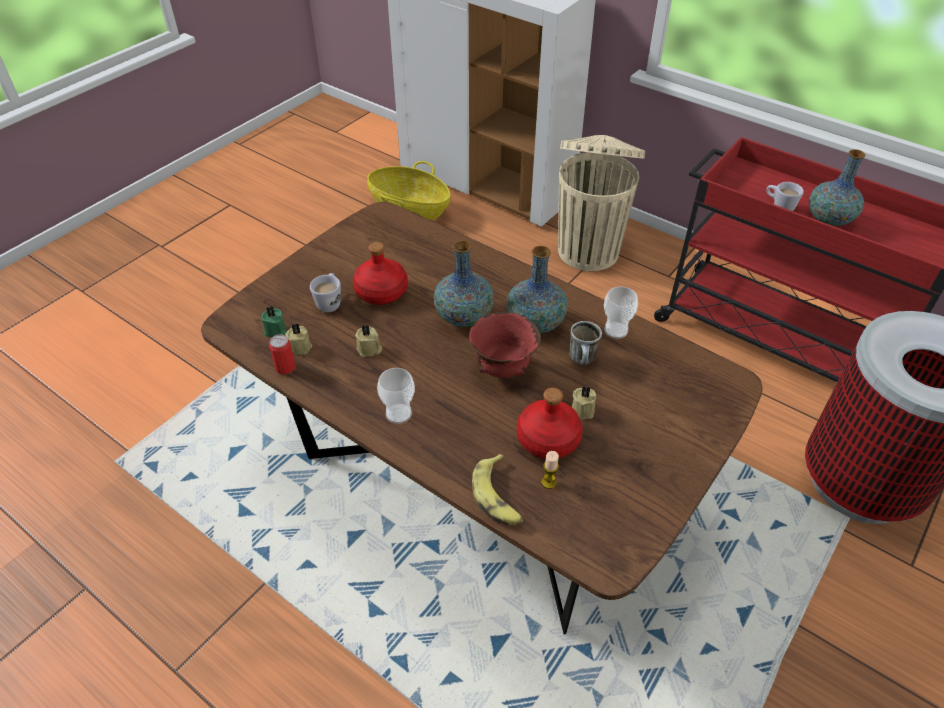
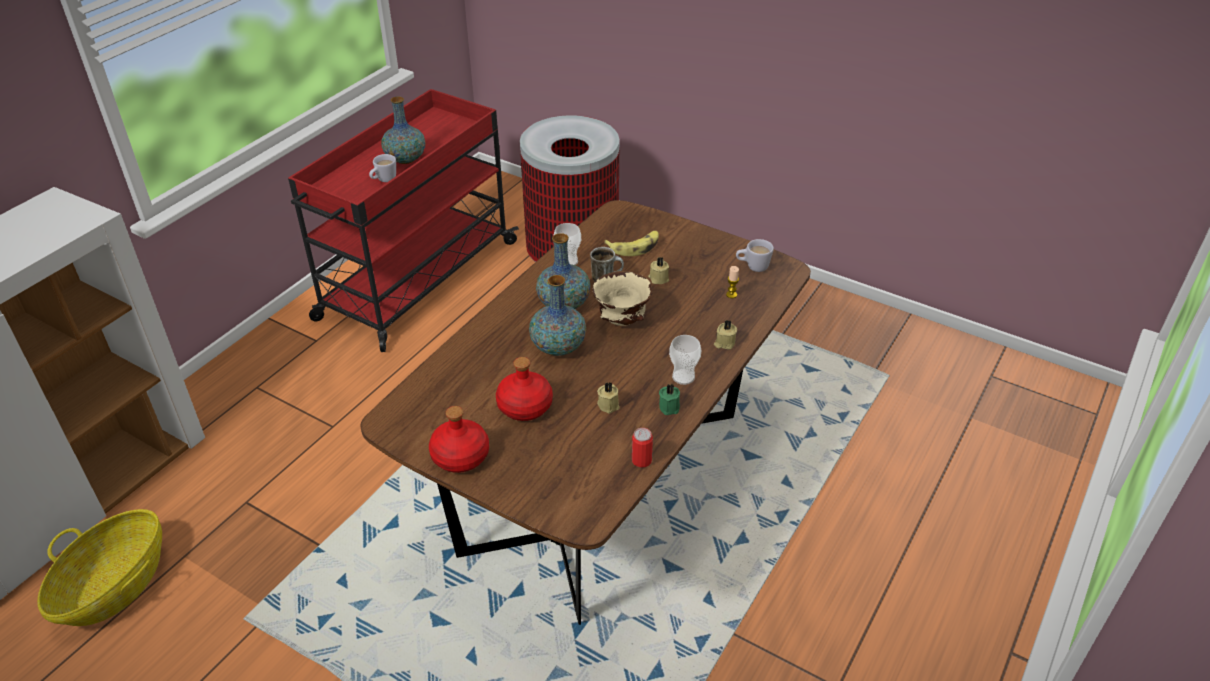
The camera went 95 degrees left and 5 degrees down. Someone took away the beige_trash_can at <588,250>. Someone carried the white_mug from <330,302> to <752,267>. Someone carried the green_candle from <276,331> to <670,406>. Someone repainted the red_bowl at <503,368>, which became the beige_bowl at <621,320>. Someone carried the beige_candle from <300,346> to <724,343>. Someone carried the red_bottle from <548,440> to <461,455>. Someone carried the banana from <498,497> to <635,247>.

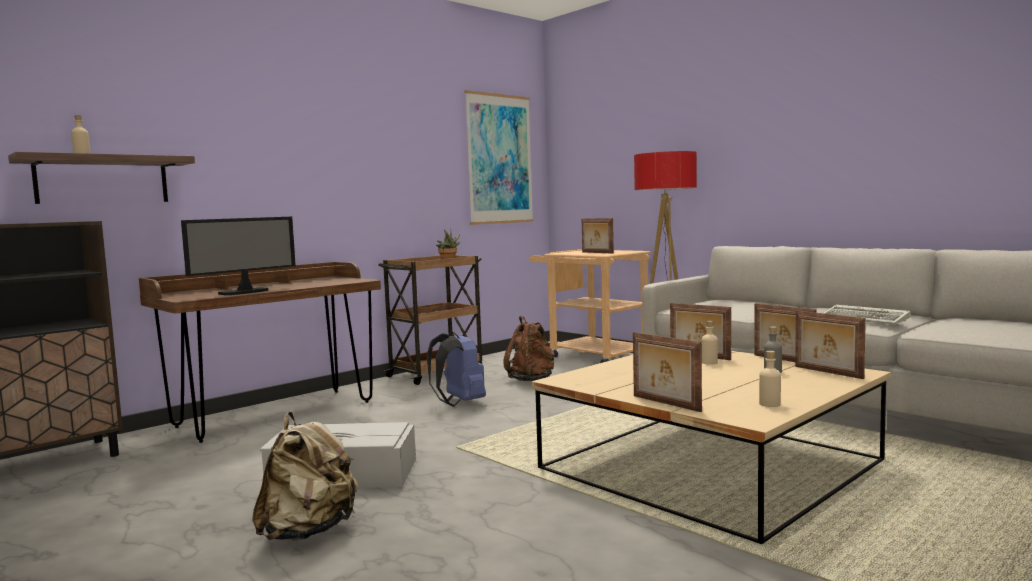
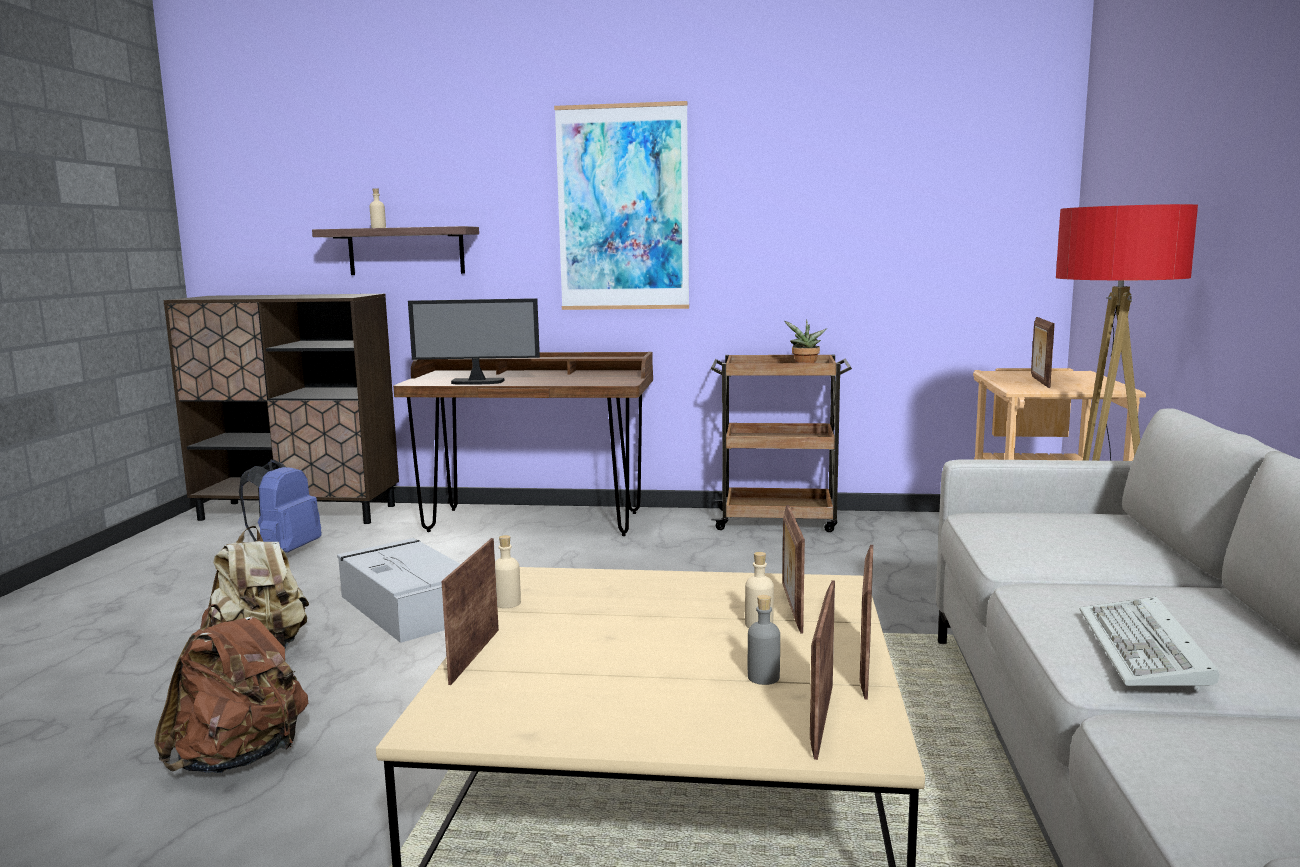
The camera went 50 degrees right and 5 degrees up. Someone carried the picture from <499,159> to <623,208>. Someone carried the brown_backpack from <532,380> to <239,759>. Someone carried the blue_backpack from <459,403> to <285,551>. Someone carried the beige_bottle from <769,404> to <507,603>.

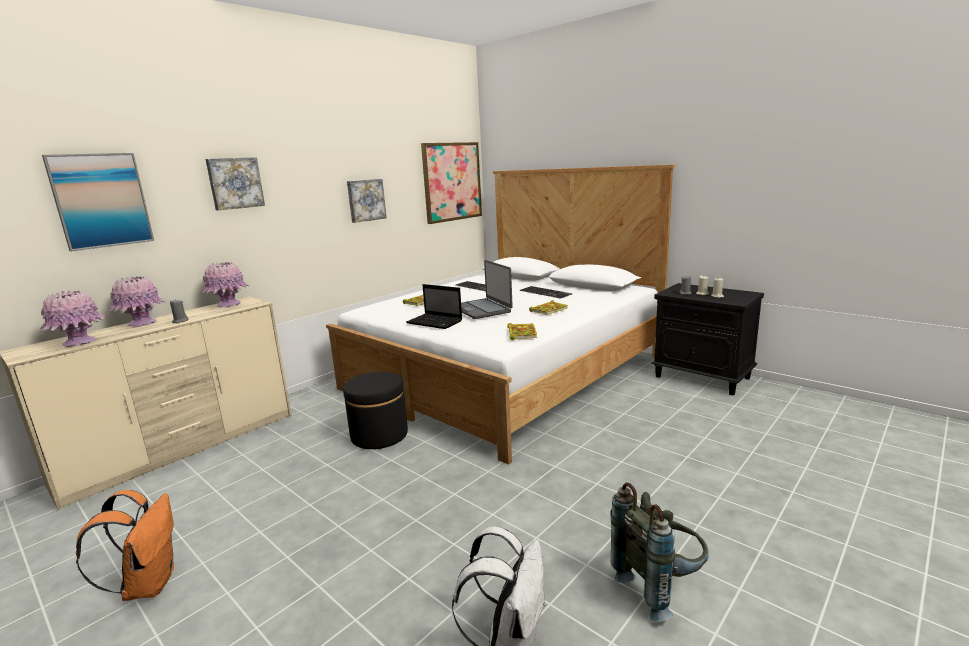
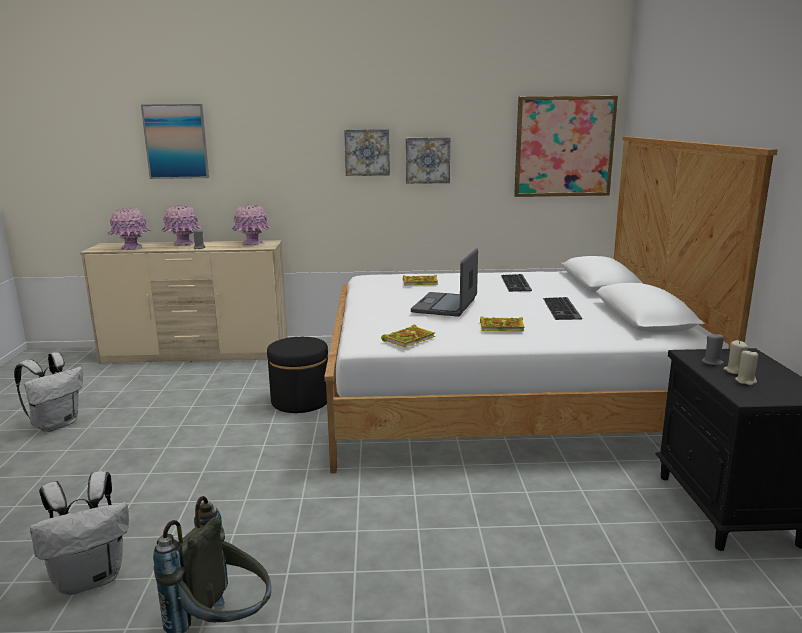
The camera went 45 degrees right and 0 degrees up. Someone carried the picture from <235,183> to <367,152>. Someone took away the laptop at <435,322>. Someone repainted the orange_backpack at <148,584>, which became the white_backpack at <56,424>.

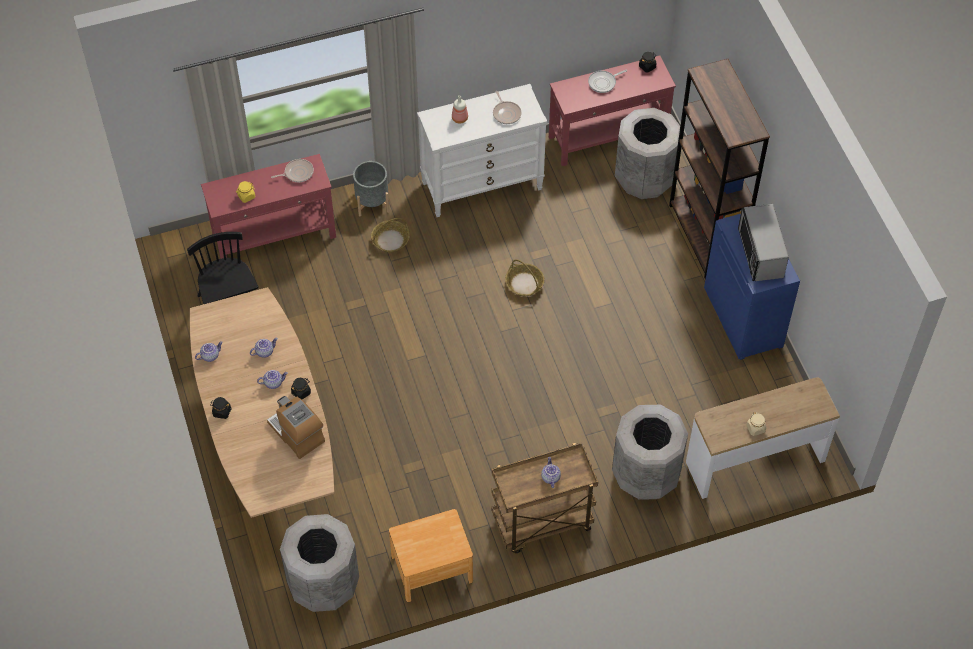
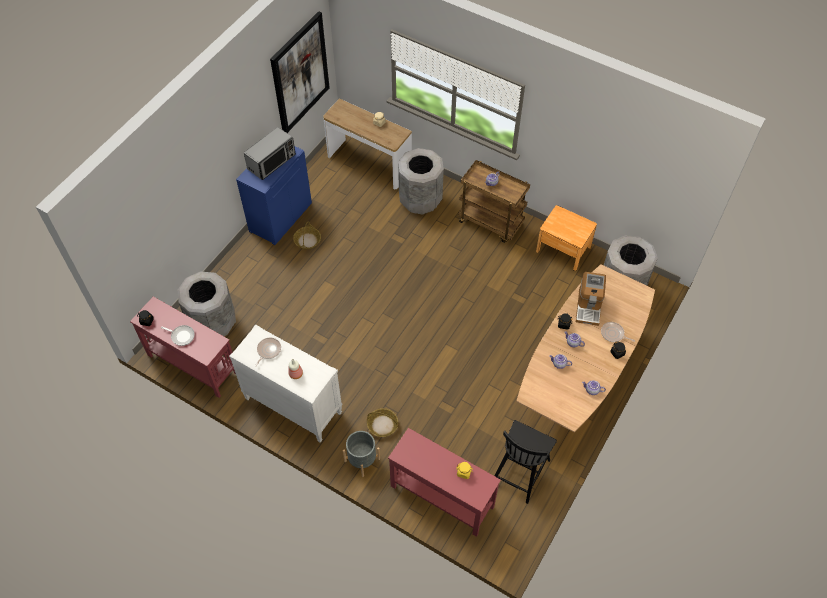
The camera went 130 degrees left and 0 degrees up. Someone took away the brown_bookcase at <705,237>. Someone carried the frying_pan from <297,173> to <613,334>. Someone carried the basket from <524,284> to <307,241>. Someone put up the picture at <300,73>.

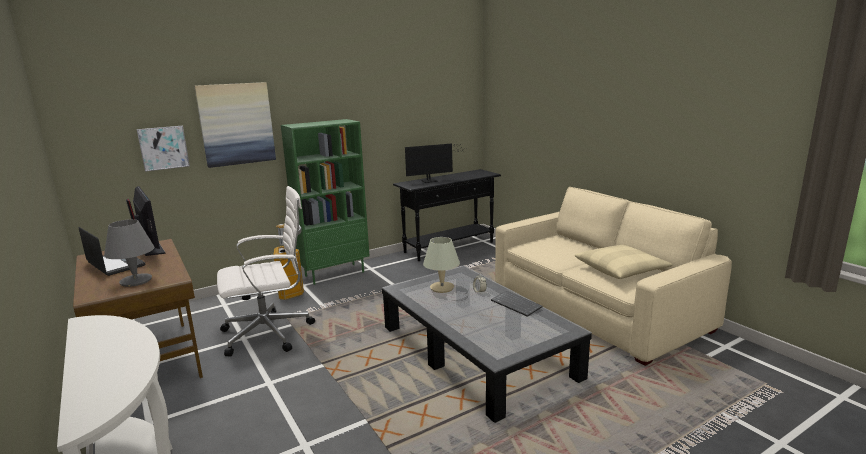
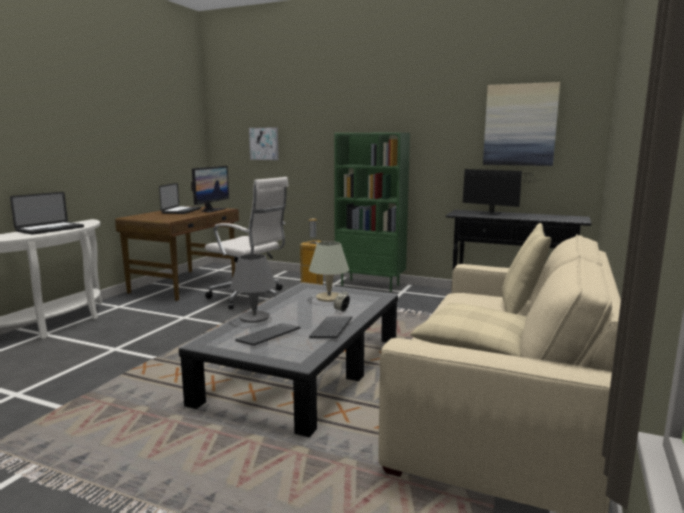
The camera went 55 degrees right and 5 degrees down. Someone carried the picture from <236,124> to <520,125>. Someone carried the grey_table_lamp from <136,281> to <254,317>. Someone put down the laptop at <50,229>. Someone put down the beige_pillow at <520,306>. Someone put down the keyboard at <268,336>.

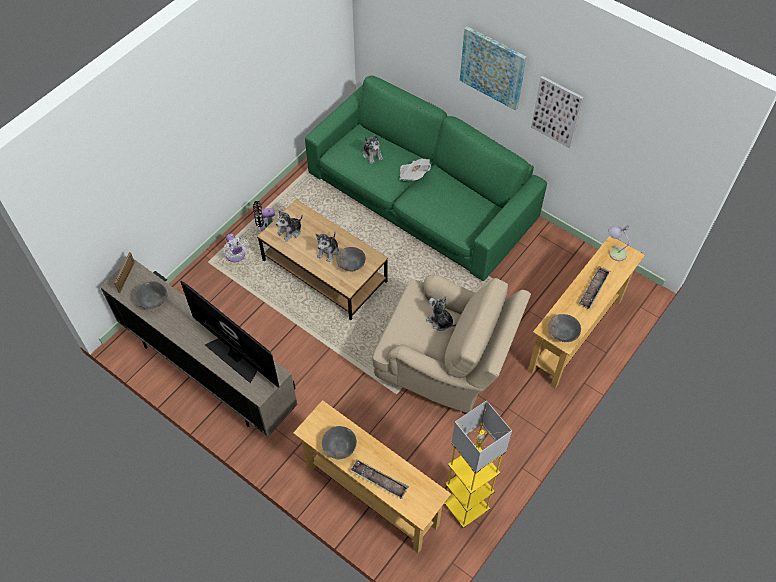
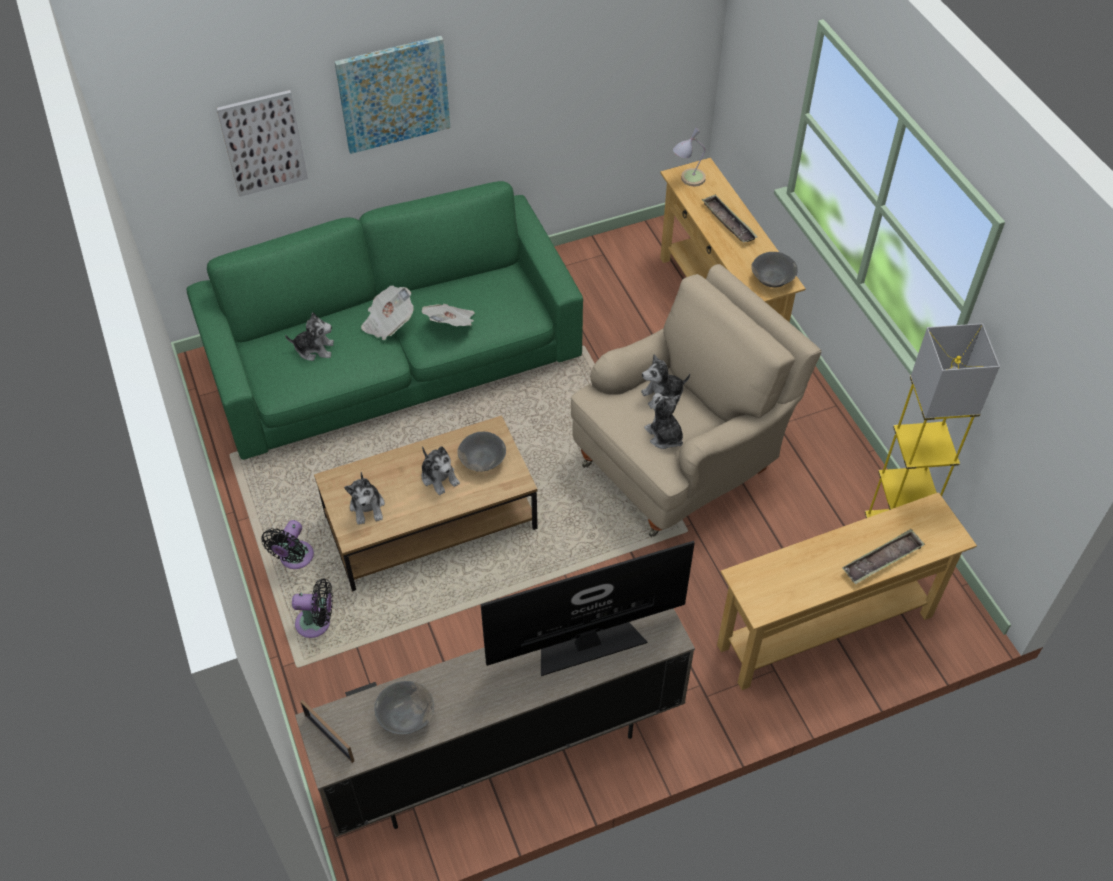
The camera went 60 degrees left and 5 degrees down. Someone carried the picture from <556,112> to <263,143>. Someone repainted the white_fan at <236,256>, which became the black_fan at <317,623>. Someone took away the grey_bowl at <339,446>. Someone put down the newspaper at <451,324>. Someone put down the plush_toy at <664,435>.

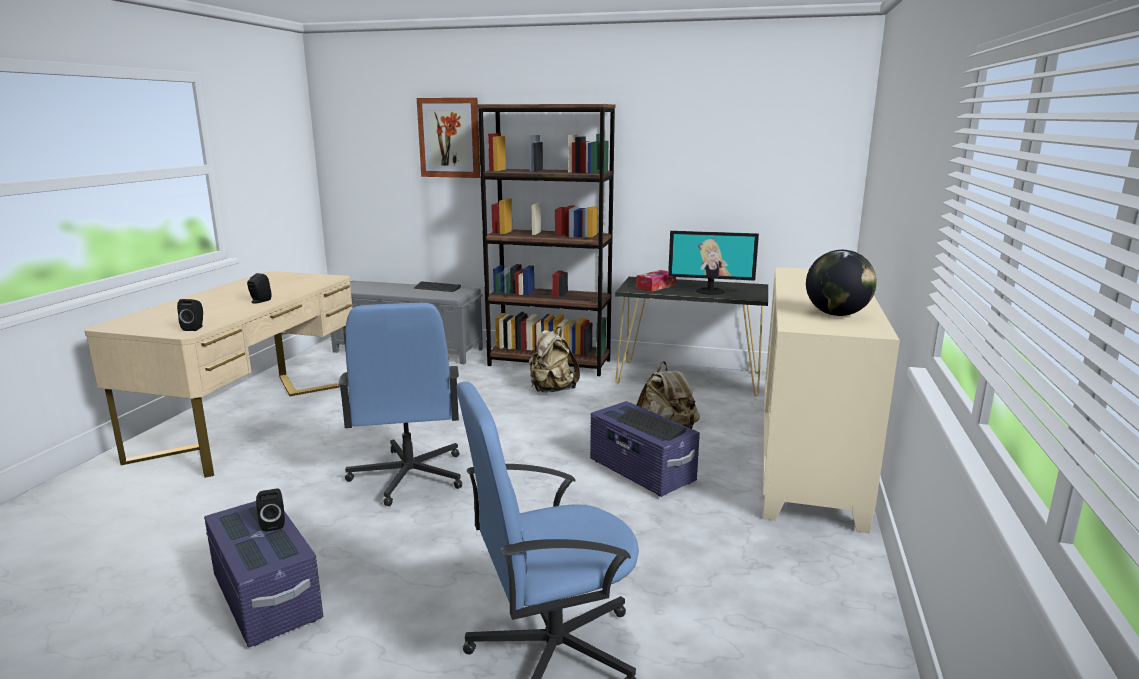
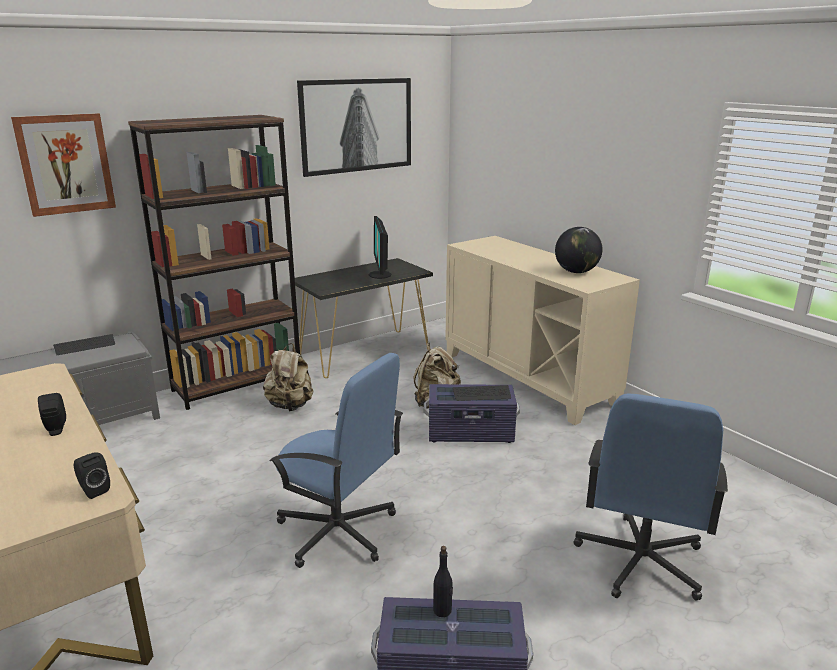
The camera went 50 degrees left and 5 degrees up. Someone rotated the monitor at <710,291> by 120 degrees clockwise. Someone took away the tissue_box at <656,286>. Someone swapped the black_speaker at <273,524> for the black_bottle at <442,610>. Someone put up the picture at <356,125>.

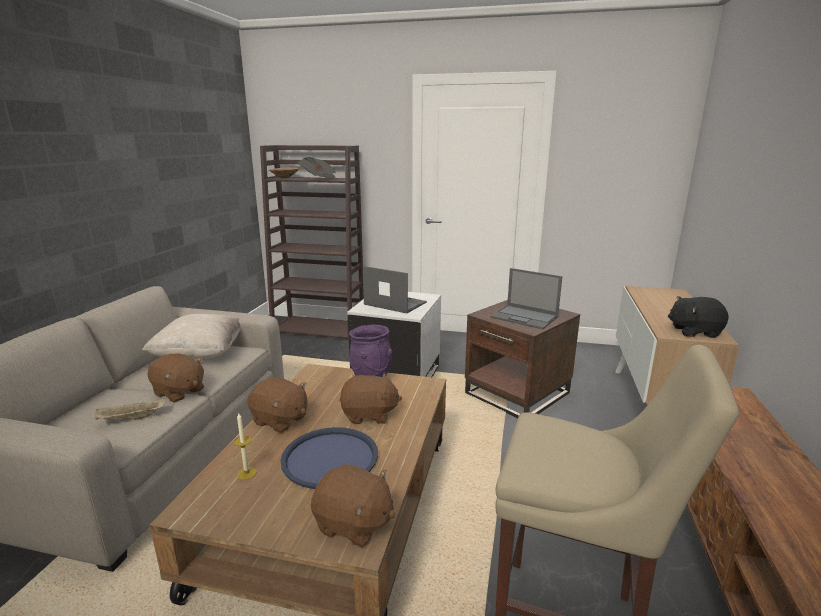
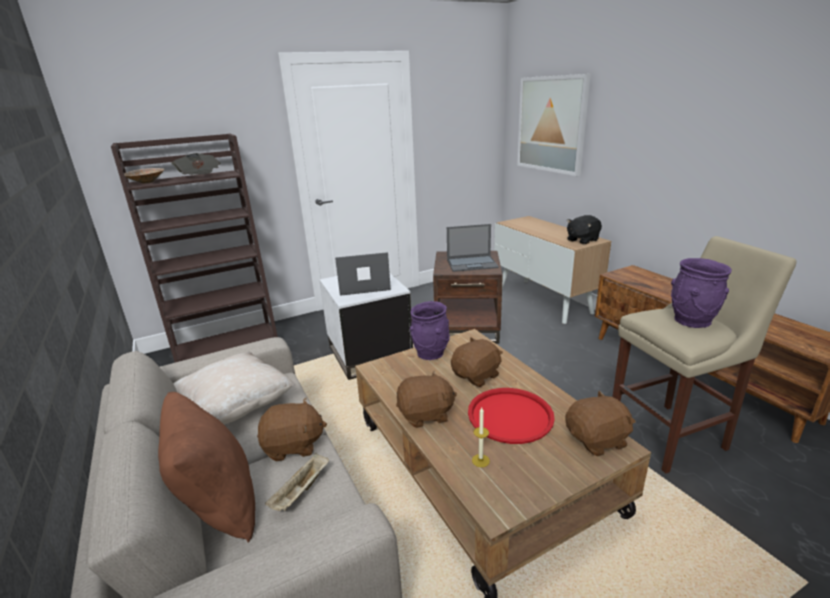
The camera went 40 degrees left and 5 degrees up. Someone repainted the blue_tray at <330,458>, which became the red_tray at <510,416>. Someone put up the picture at <551,124>. Someone put down the purple_vase at <691,321>. Someone put down the brown_pillow at <219,505>.

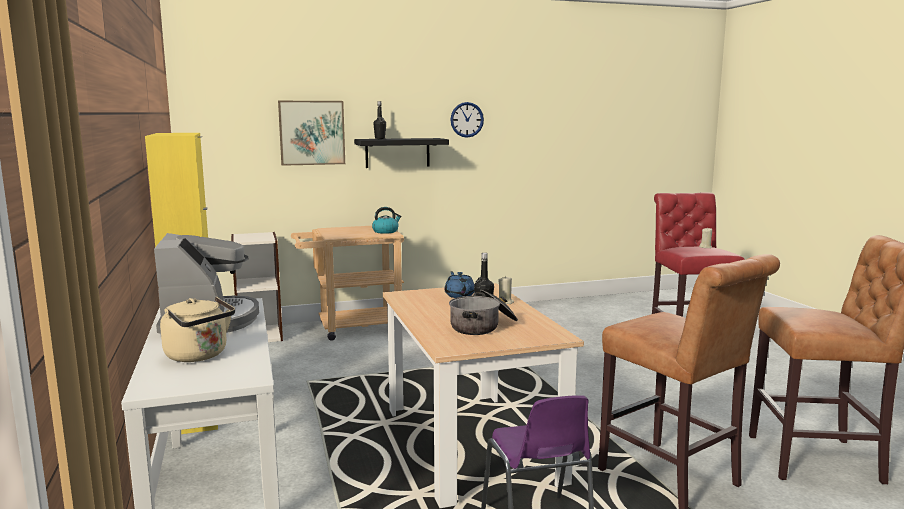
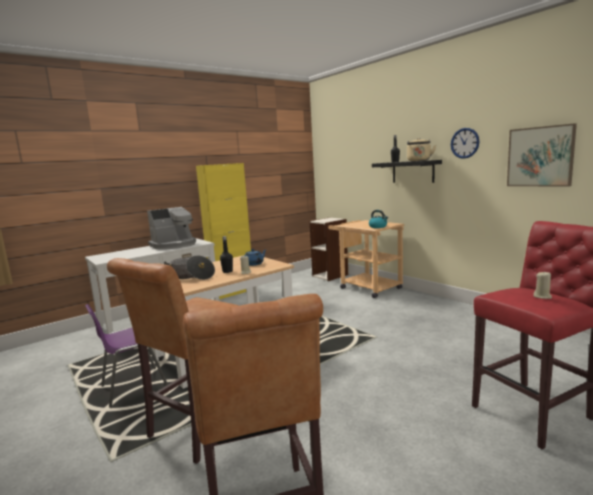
The camera went 70 degrees right and 0 degrees up. Someone carried the picture from <312,132> to <540,156>. Someone carried the beige_kettle from <199,356> to <419,160>.

